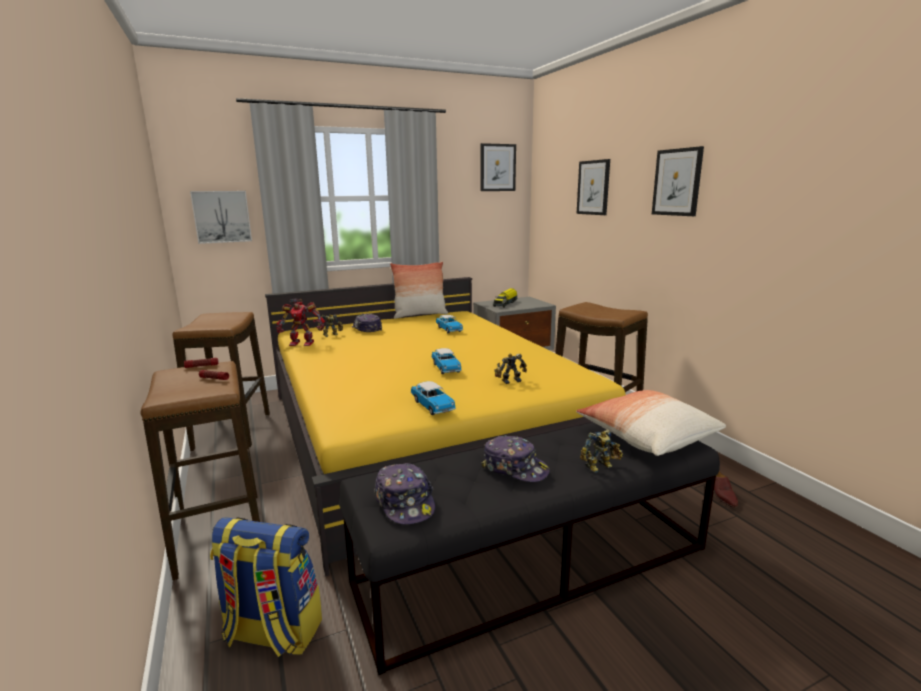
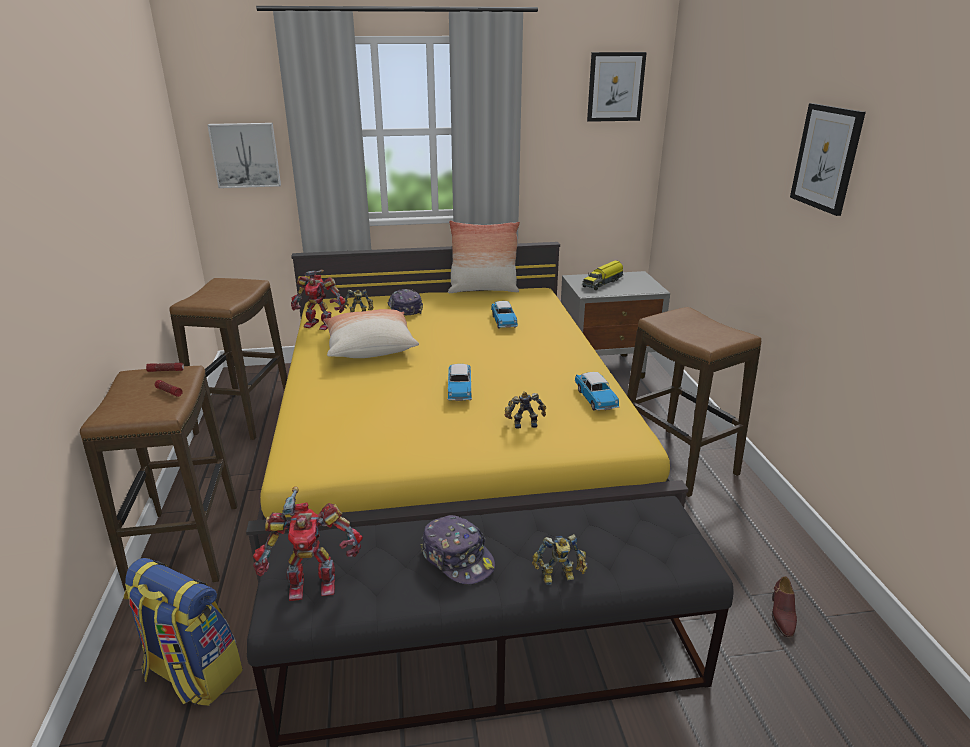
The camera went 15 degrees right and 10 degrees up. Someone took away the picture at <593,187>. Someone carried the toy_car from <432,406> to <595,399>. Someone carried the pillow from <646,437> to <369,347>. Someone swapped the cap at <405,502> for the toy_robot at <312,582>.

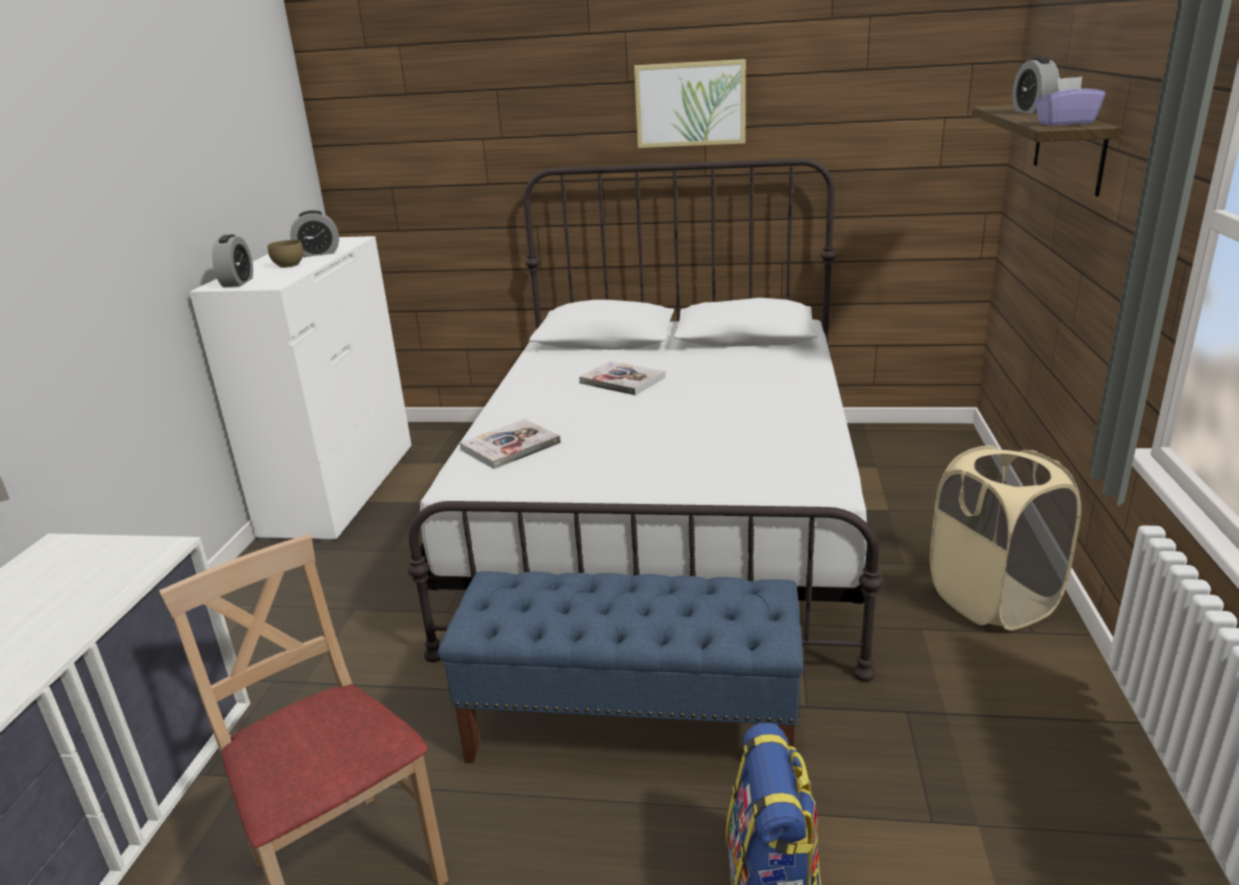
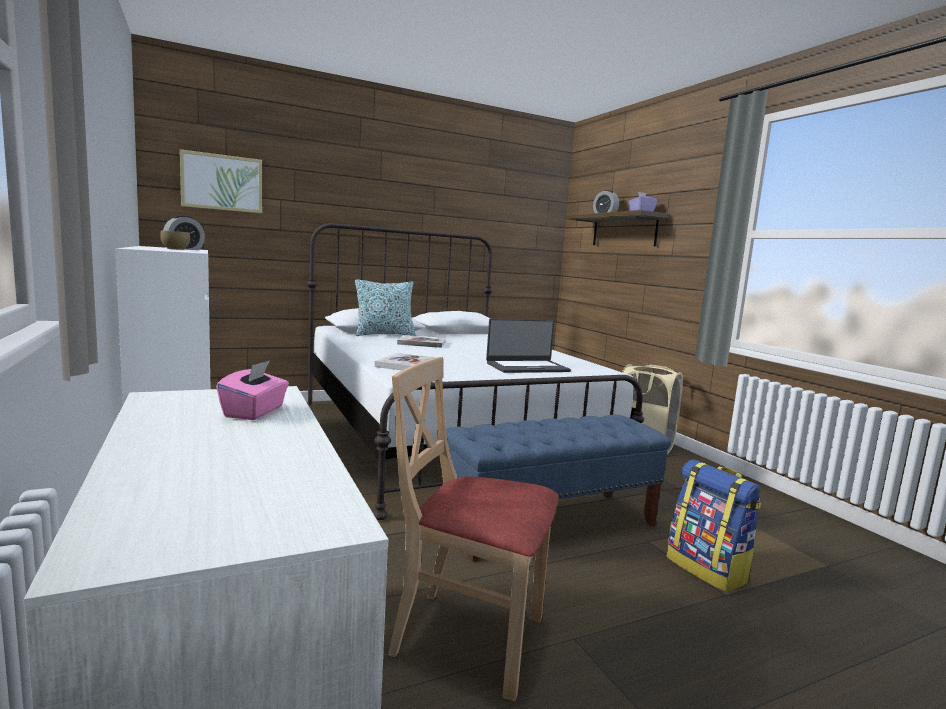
The camera went 35 degrees left and 15 degrees down. Someone carried the picture from <690,104> to <222,182>. Someone took away the alarm_clock at <238,282>. Someone put down the pillow at <384,335>. Someone put down the laptop at <527,367>. Someone put down the pink_tissue_box at <255,412>.

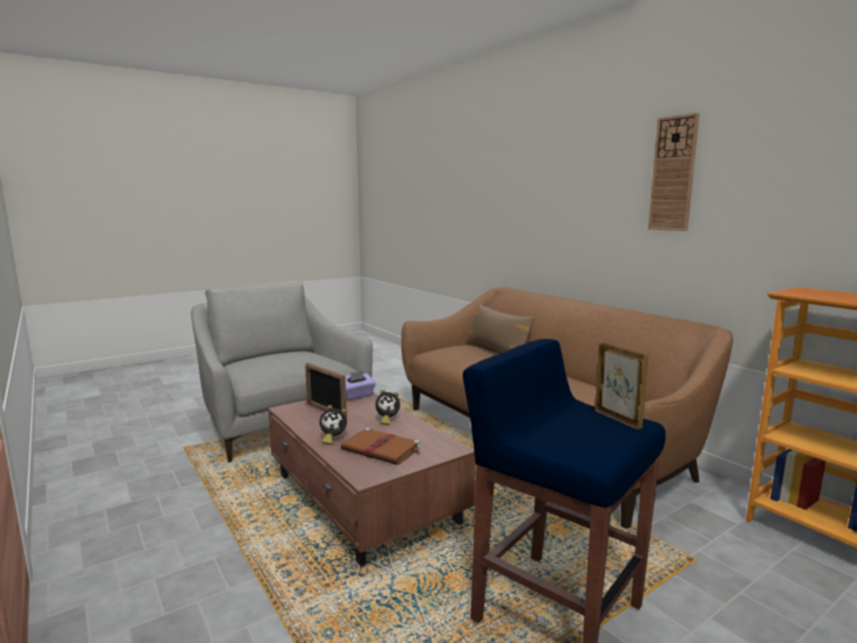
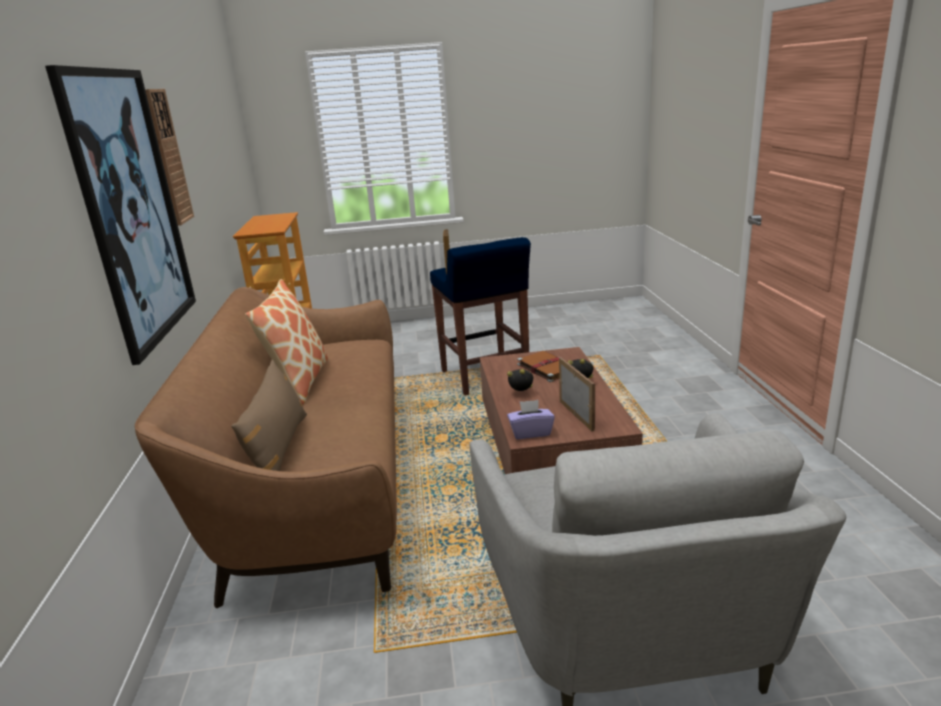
The camera went 150 degrees left and 10 degrees up. Someone put up the picture at <132,209>. Someone put down the pillow at <299,381>.

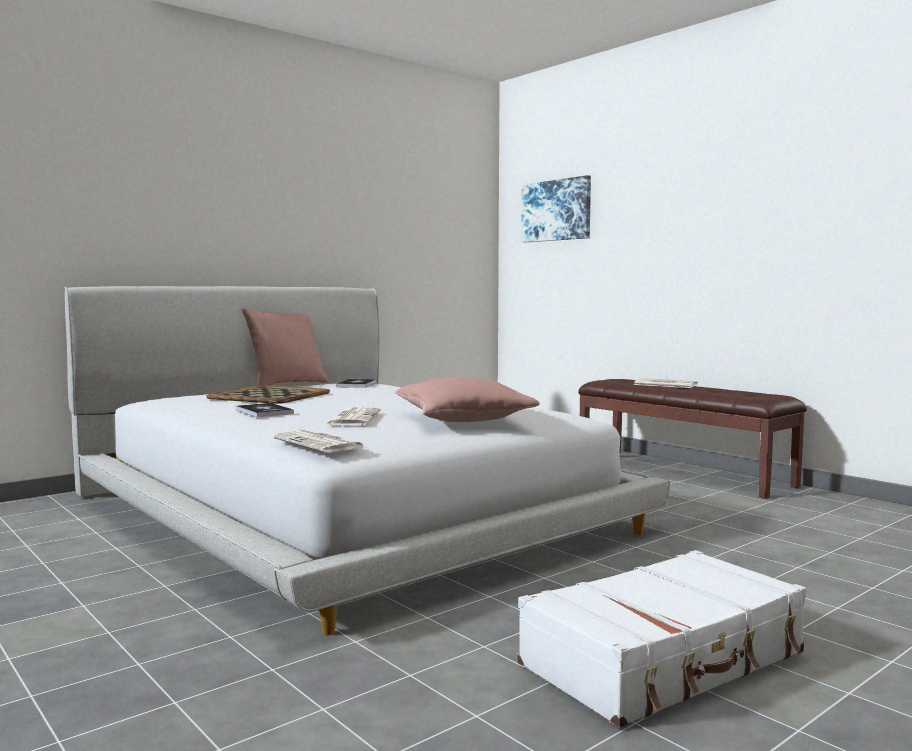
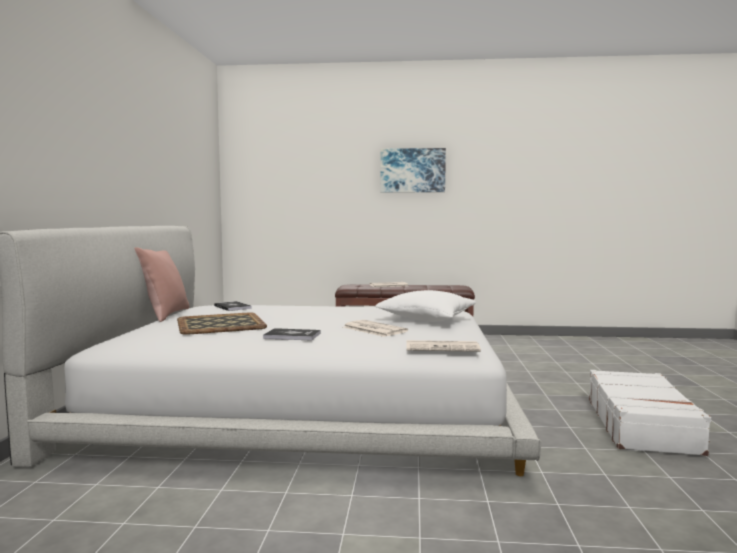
The camera went 45 degrees left and 0 degrees up. Someone carried the picture from <556,210> to <412,170>. Someone repainted the pink_pillow at <463,420>, which became the white_pillow at <426,319>.

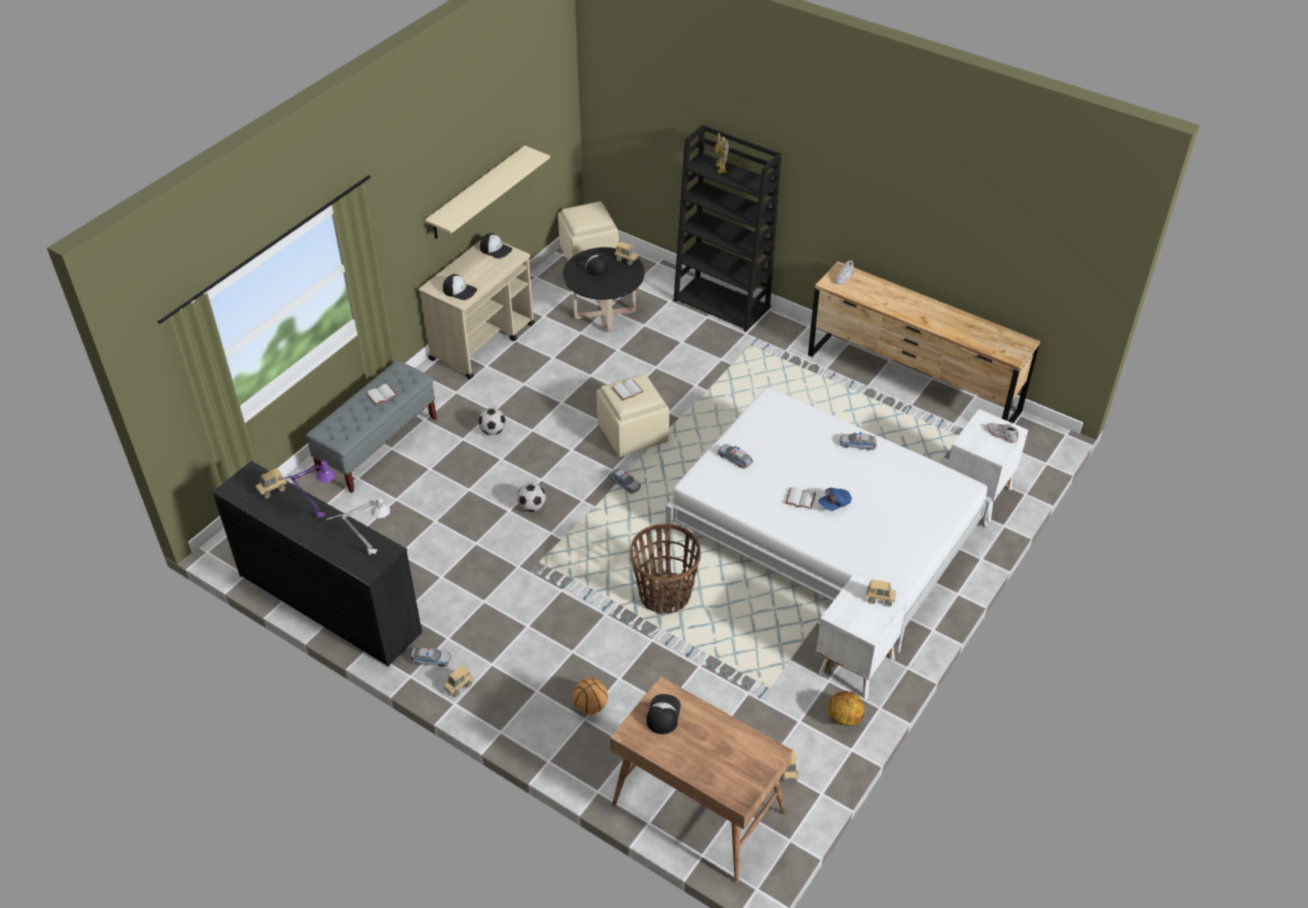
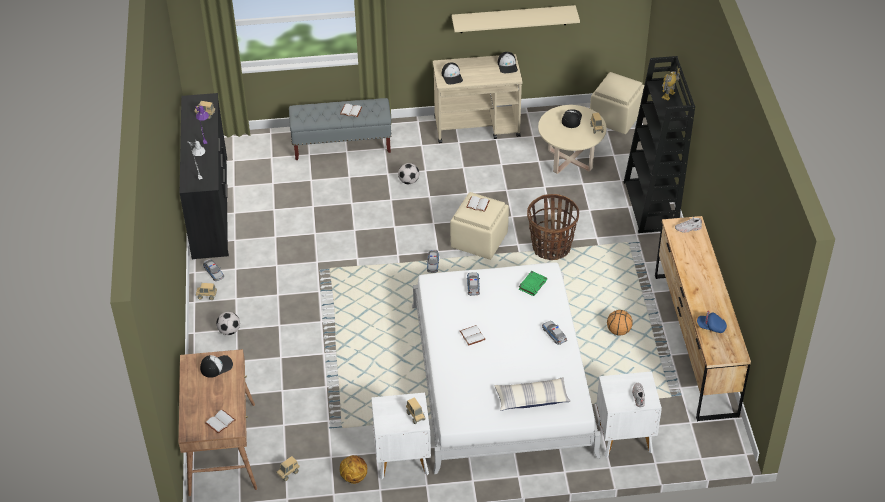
The camera went 50 degrees right and 0 degrees up. Someone repainted the black_coffee_table at <605,314>, which became the beige_coffee_table at <570,160>. Someone carried the football from <532,507> to <229,331>. Someone carried the blue_cap from <834,504> to <711,327>. Someone carried the basket from <665,594> to <551,247>. Someone carried the basketball from <591,706> to <618,331>. Someone put down the green_book at <532,285>. Someone put down the pillow at <532,399>. Someone put down the white_book at <220,422>.

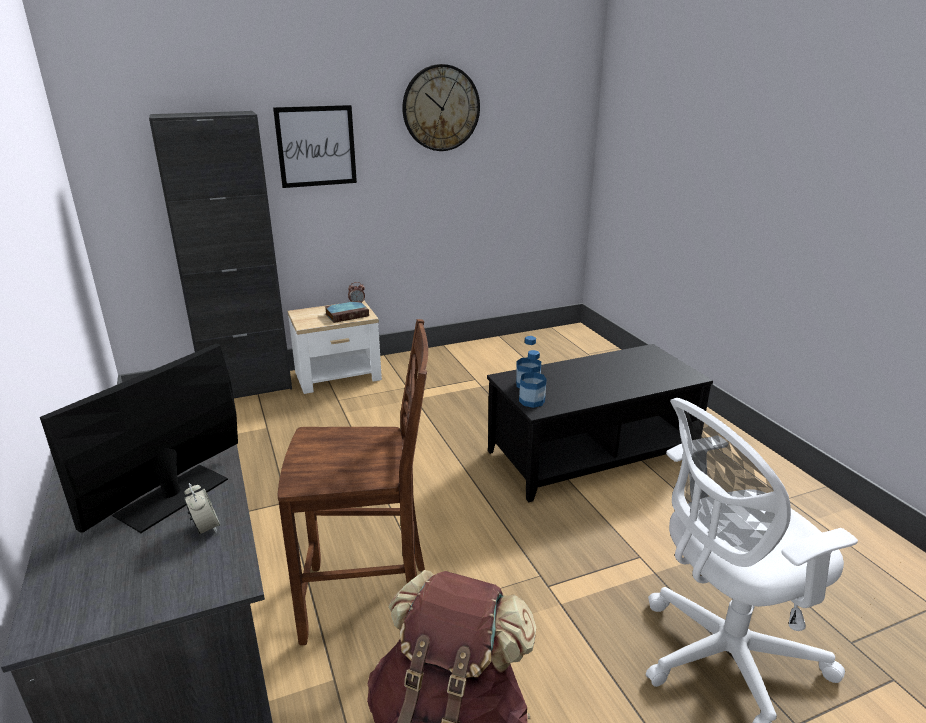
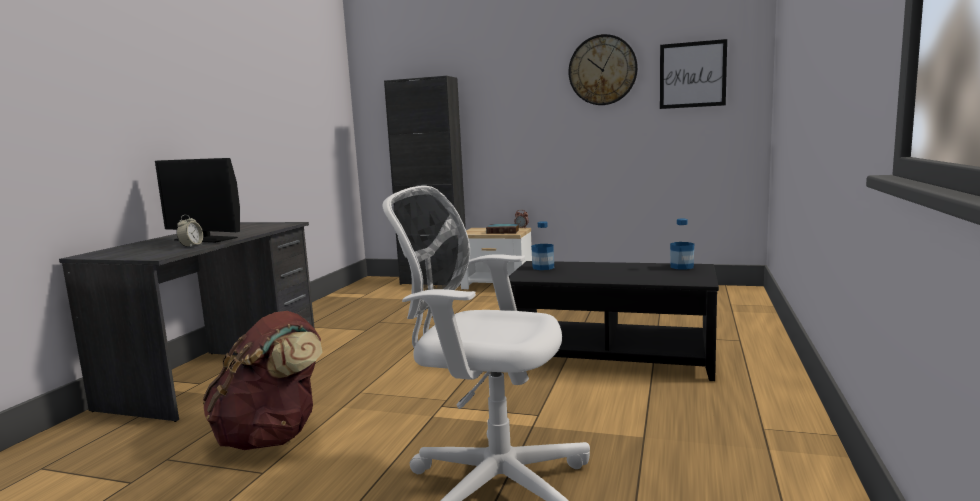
The camera went 40 degrees right and 15 degrees down. Someone carried the picture from <316,146> to <692,75>. Someone took away the brown_chair at <369,602>. Someone rotated the monitor at <172,497> by 135 degrees counterclockwise. Someone carried the bottle from <531,401> to <681,267>.

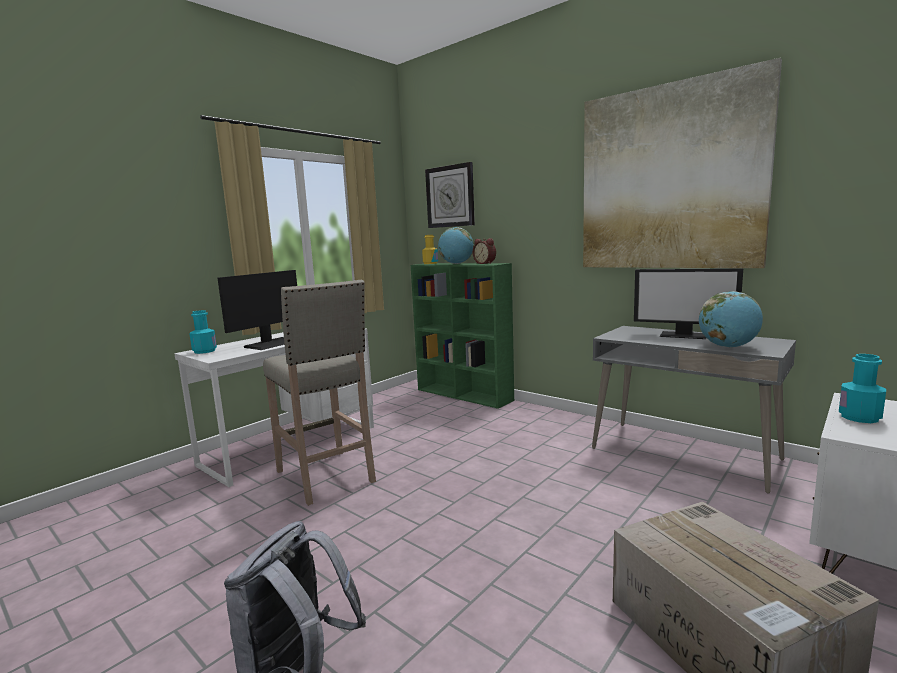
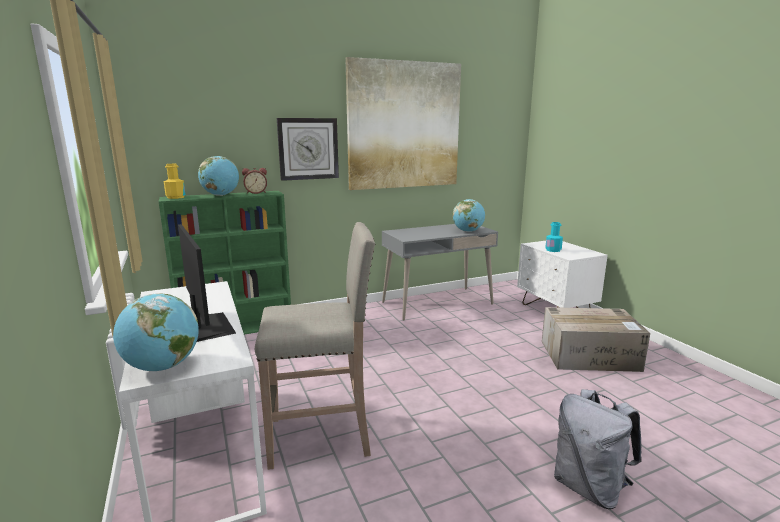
The camera went 65 degrees left and 5 degrees up. Someone carried the wall_clock from <450,196> to <308,149>. Someone took away the monitor at <684,335>. Someone swapped the turquoise_bottle at <204,351> for the globe at <162,367>.

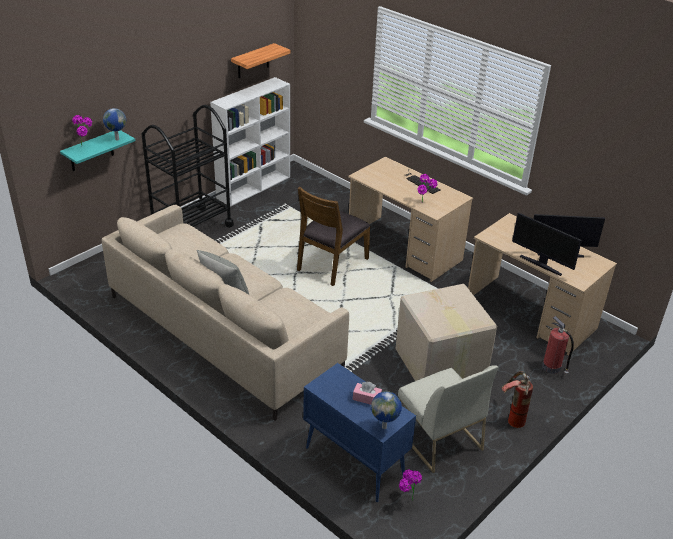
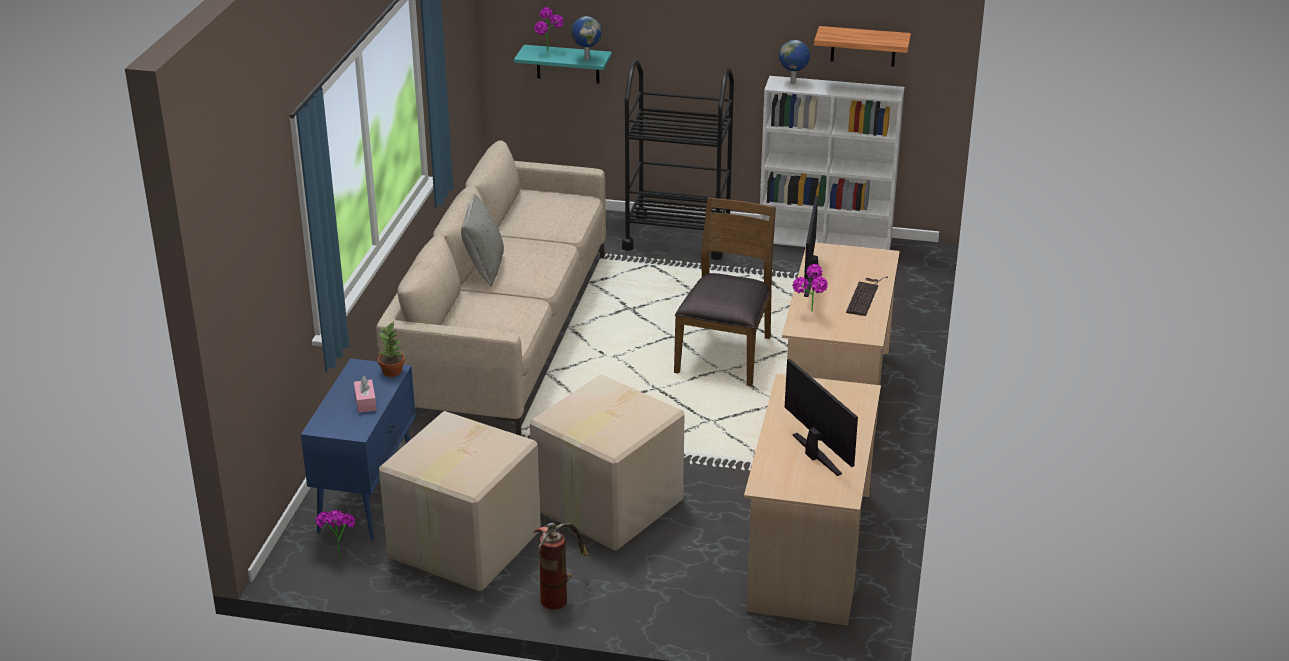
The camera went 60 degrees right and 5 degrees down. Someone rotated the brown_chair at <331,264> by 105 degrees clockwise. Someone carried the monitor from <541,264> to <811,280>. Someone took away the fire_extinguisher at <552,367>. Someone swapped the white_chair at <437,438> for the cardboard_box at <462,545>. Someone carried the globe from <385,427> to <793,83>. Someone put down the potted_plant at <393,371>.

